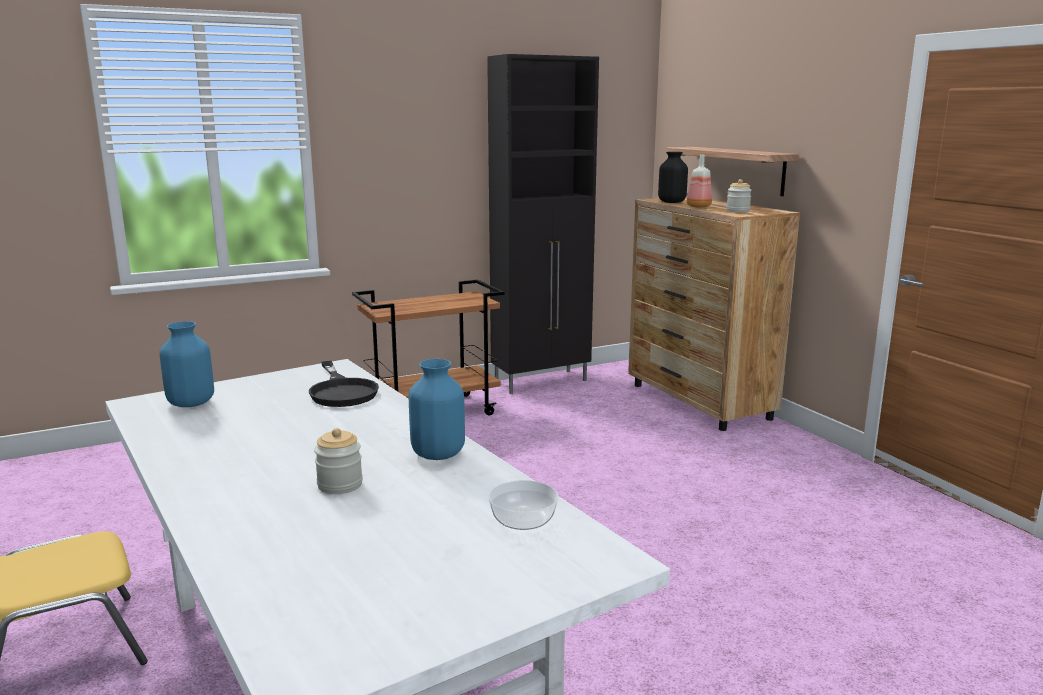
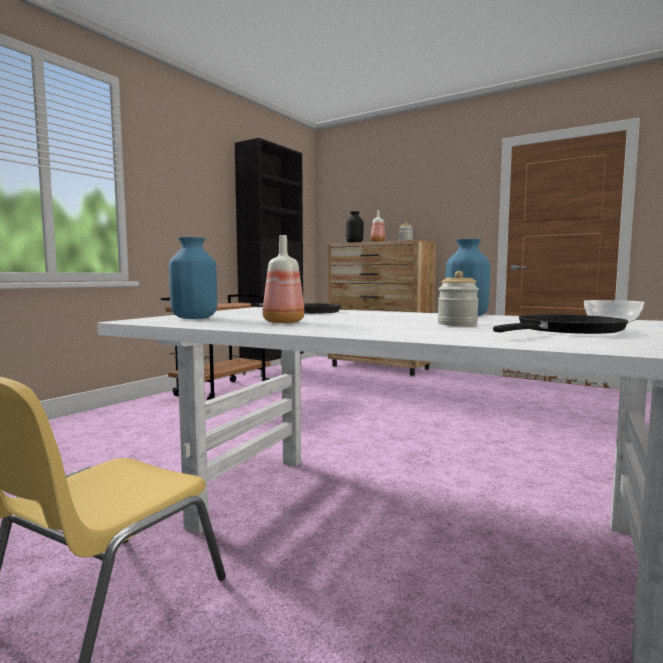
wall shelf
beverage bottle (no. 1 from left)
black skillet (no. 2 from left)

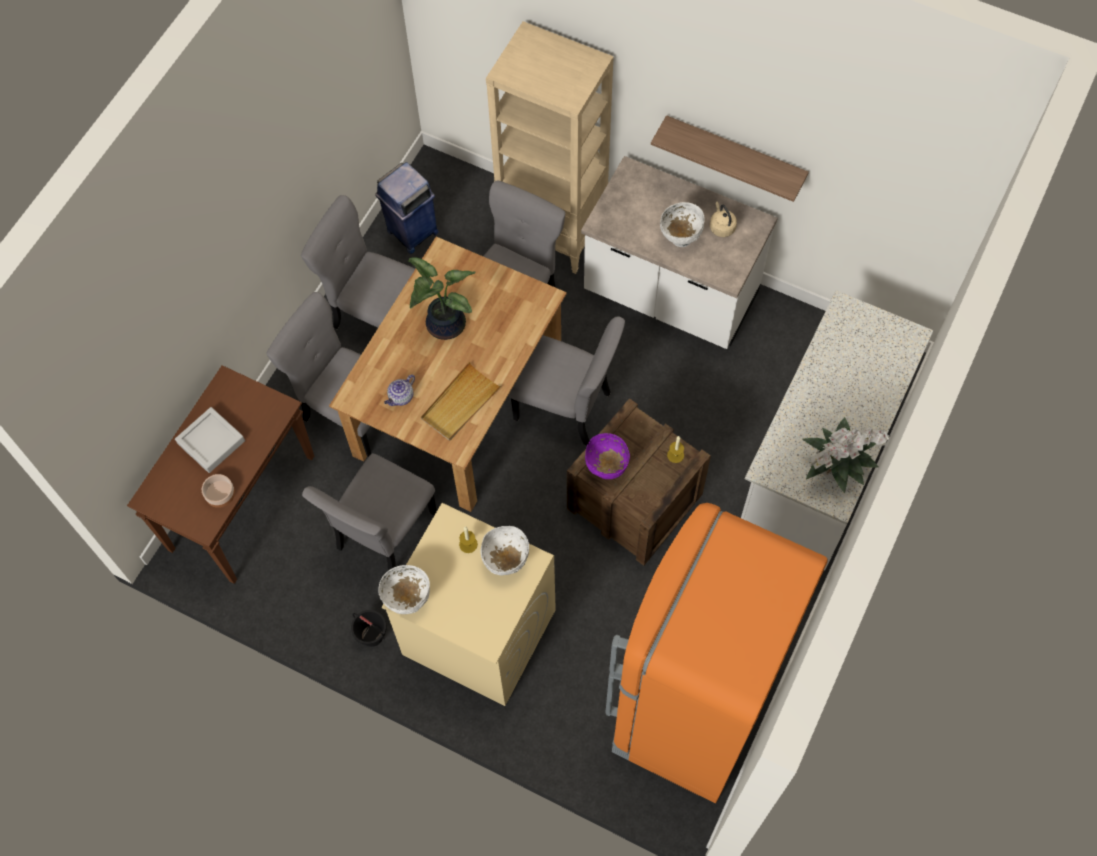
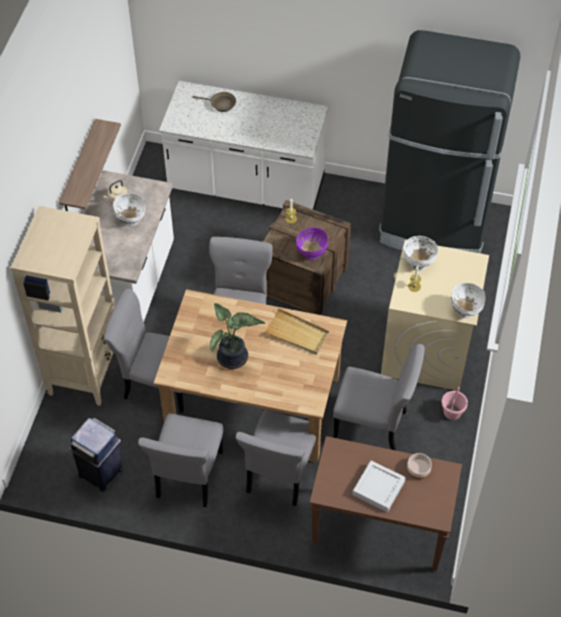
pot for tea
potted plant (no. 2 from left in the first image)
brown-coloured skillet
pink-coloured bucket
black kitchen fridge

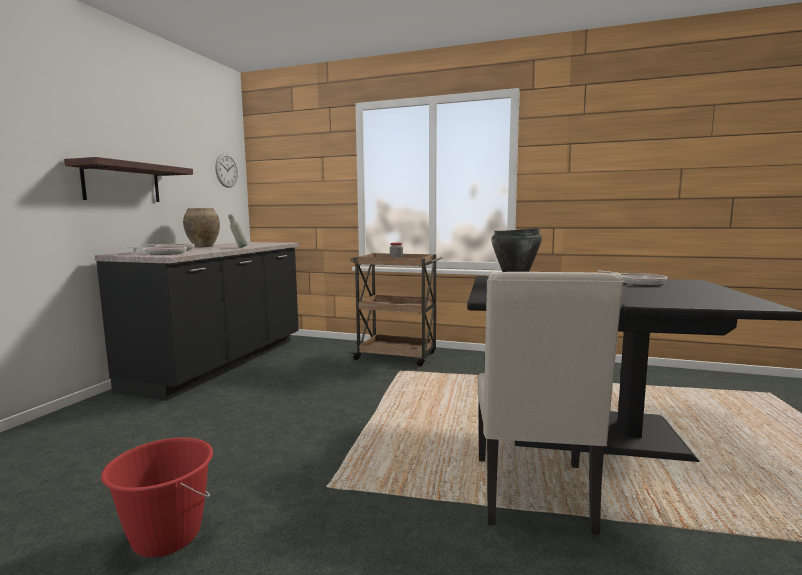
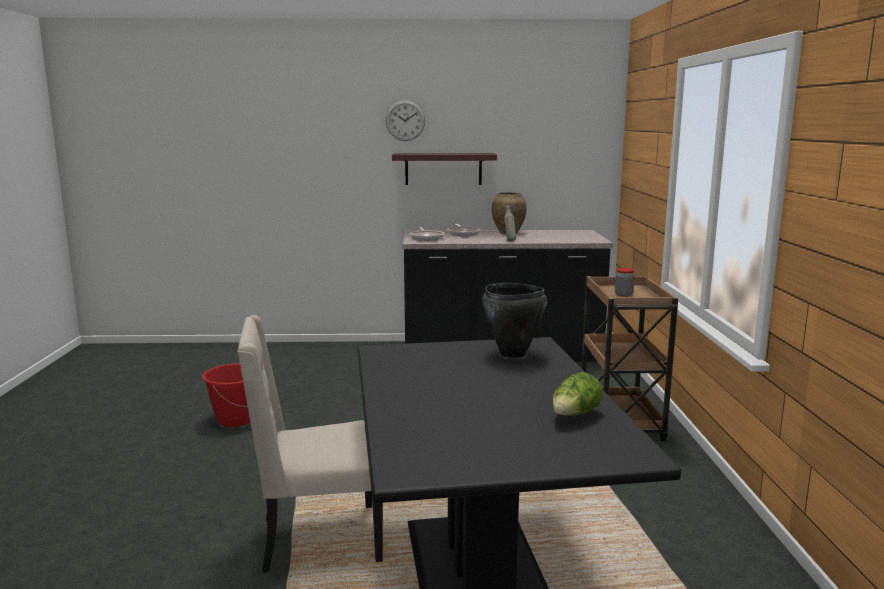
clock on the wall
lettuce

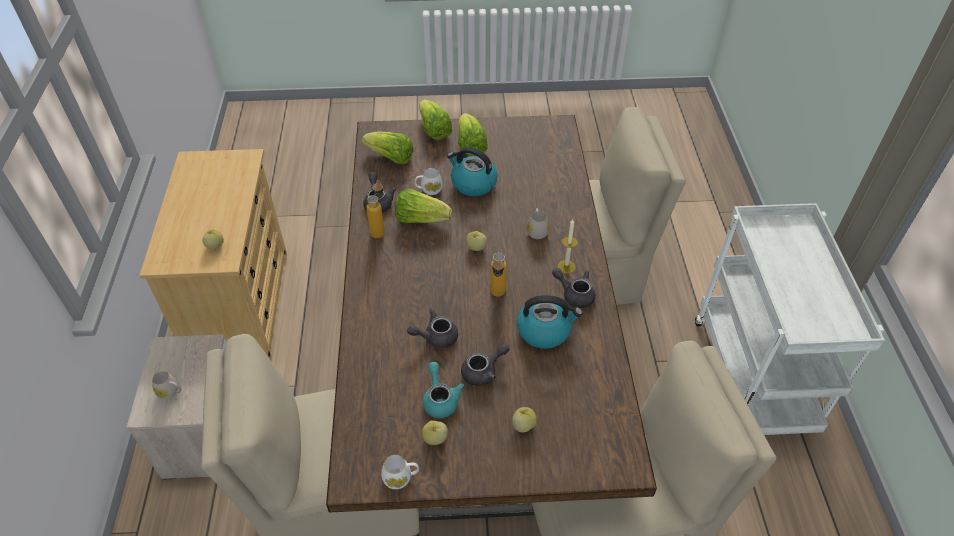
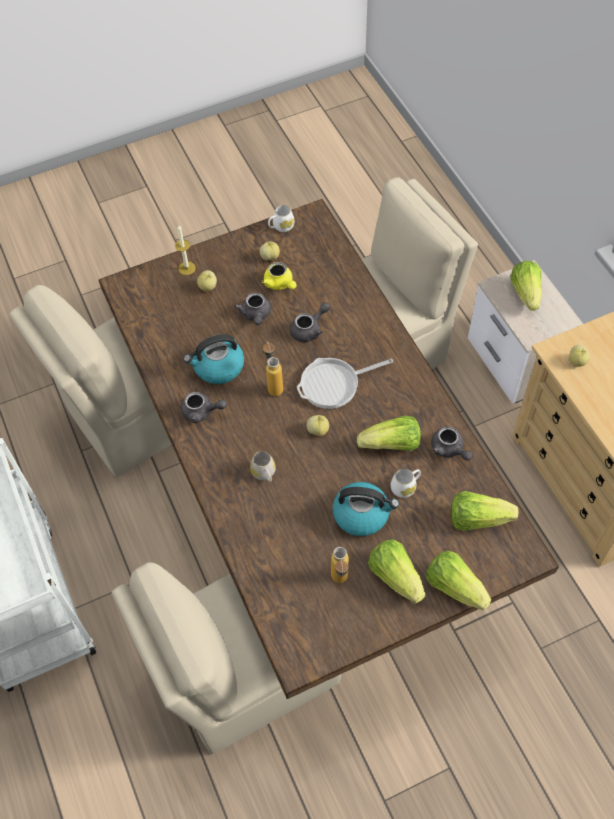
skillet
beverage bottle (no. 2 from left)
candle
lettuce (no. 5 from left)
yellowish pot for tea
grey pot for tea (no. 2 from left)

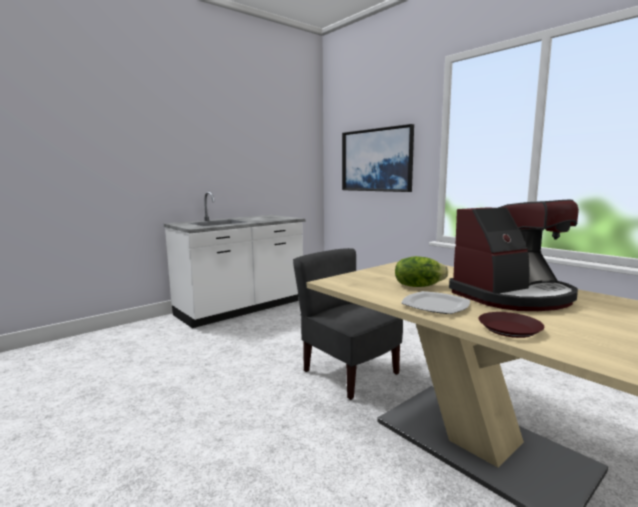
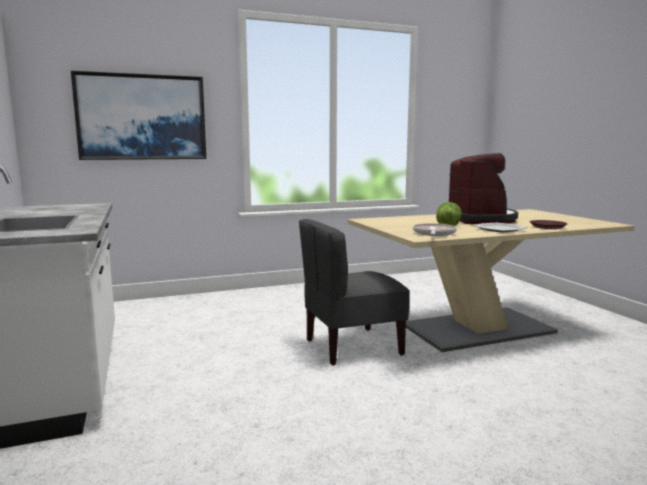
skillet

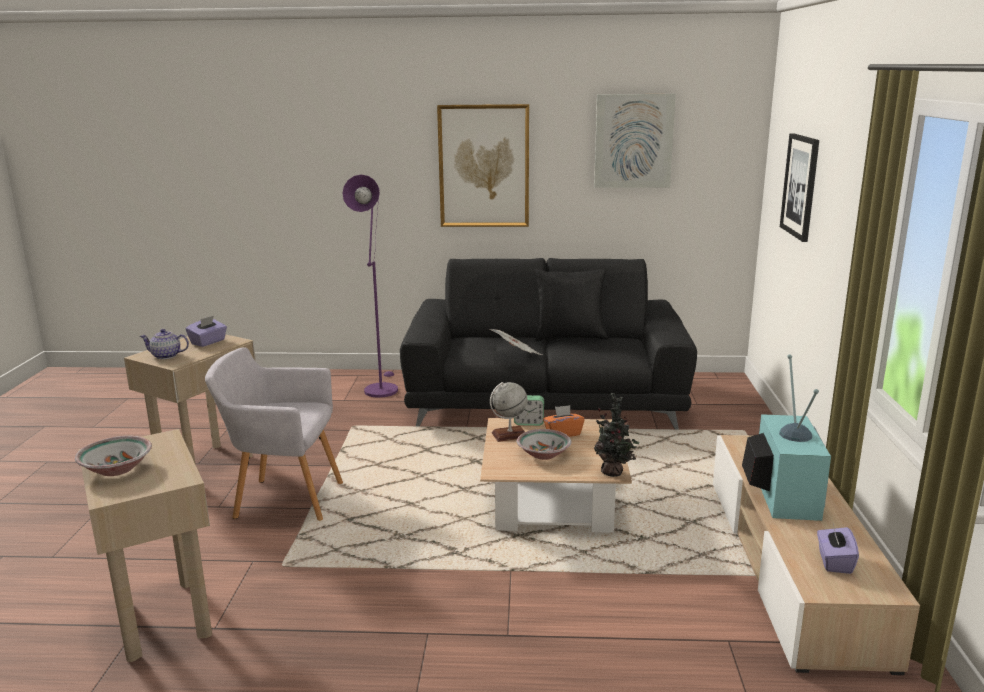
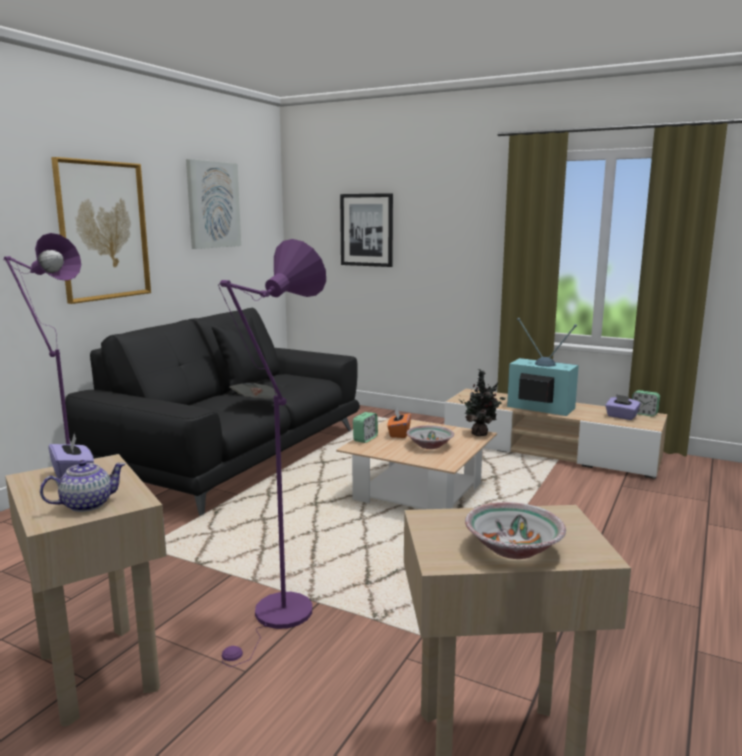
globe
bedside clock (no. 2 from left)
purplish standing lamp (no. 2 from left)
pot for tea

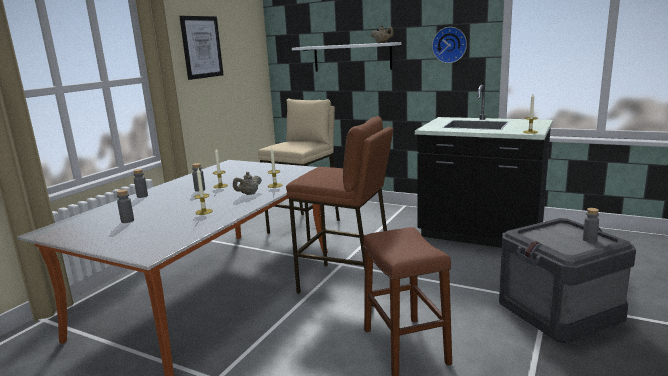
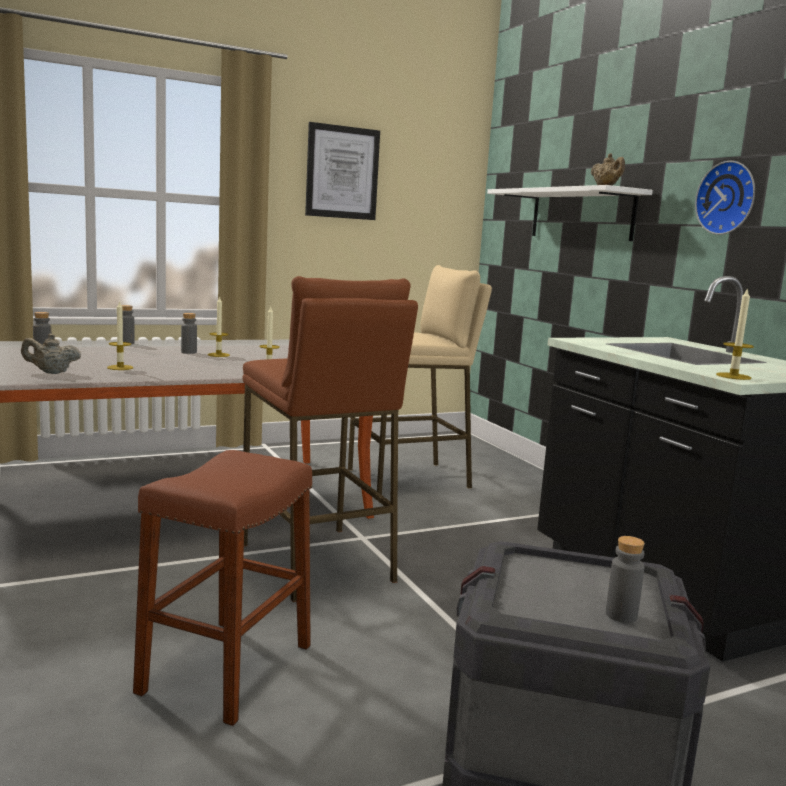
beige-coloured pot for tea (no. 1 from left)

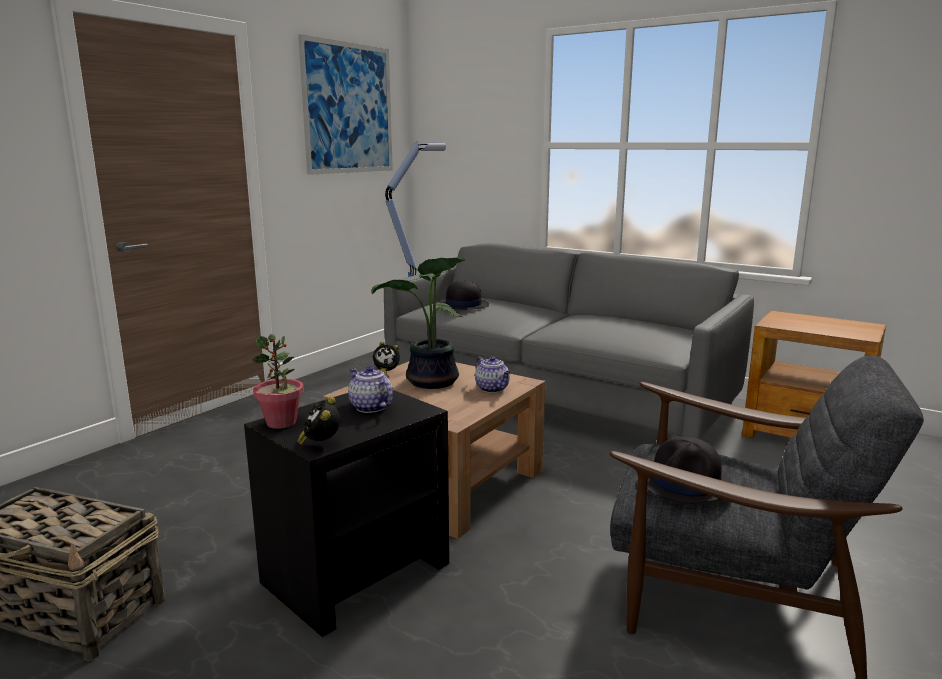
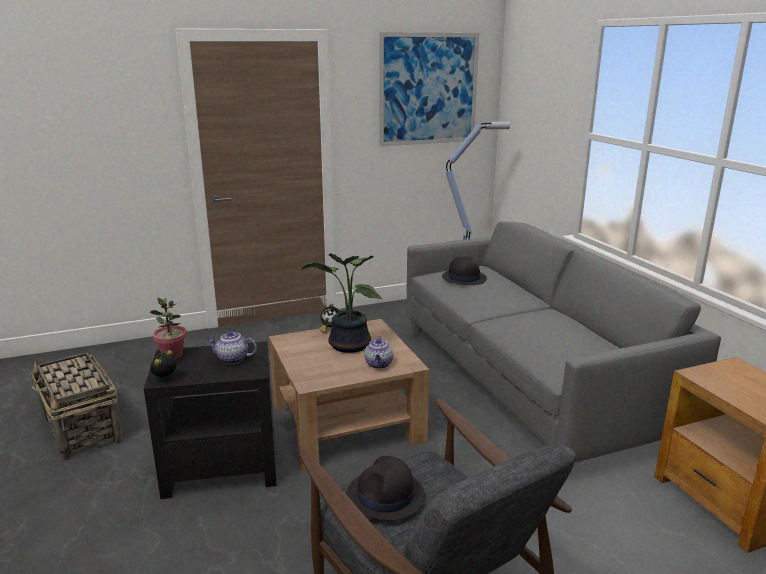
pot for tea (no. 1 from left)

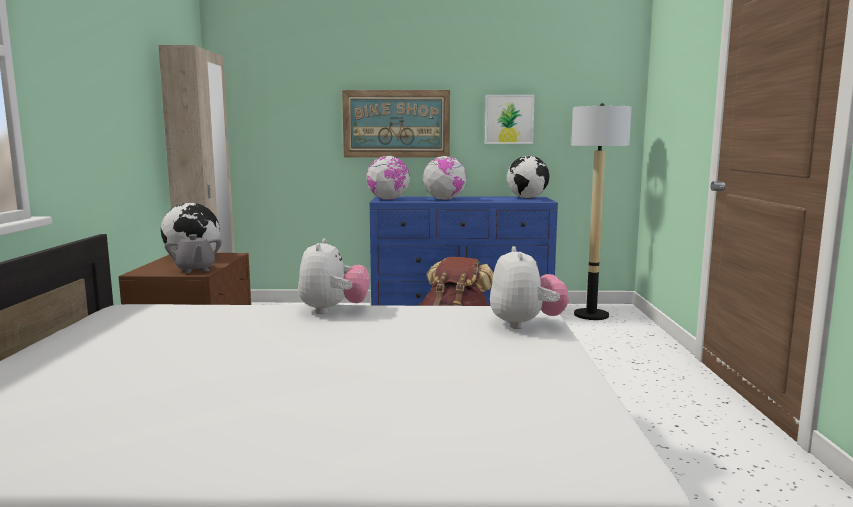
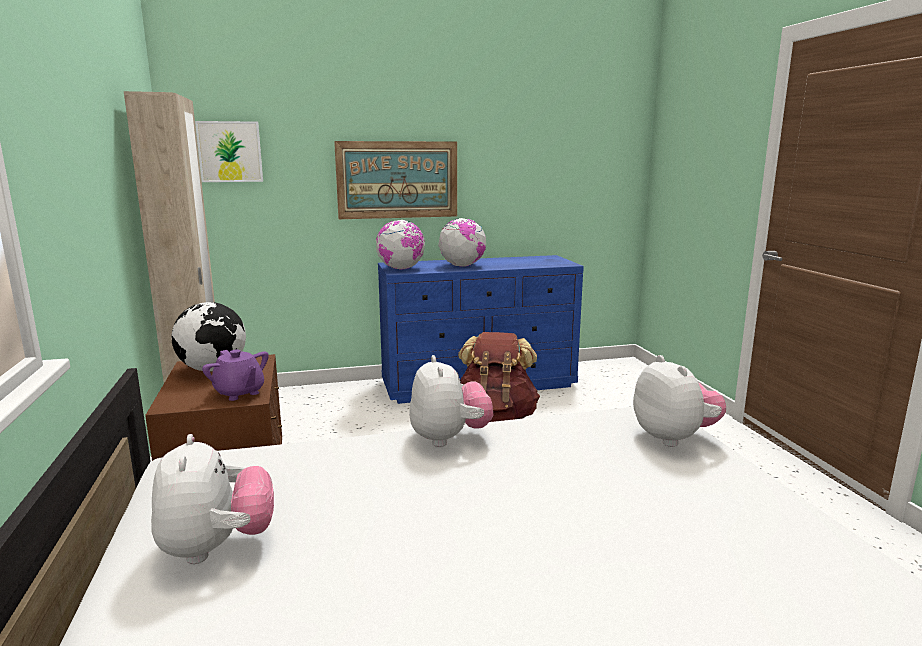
globe (no. 4 from left in the first image)
standing lamp
plush toy (no. 1 from left)
wall picture (no. 1 from left)
purplish pot for tea

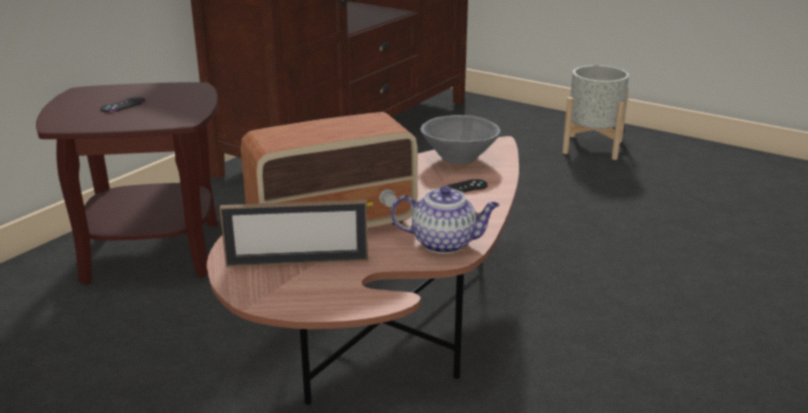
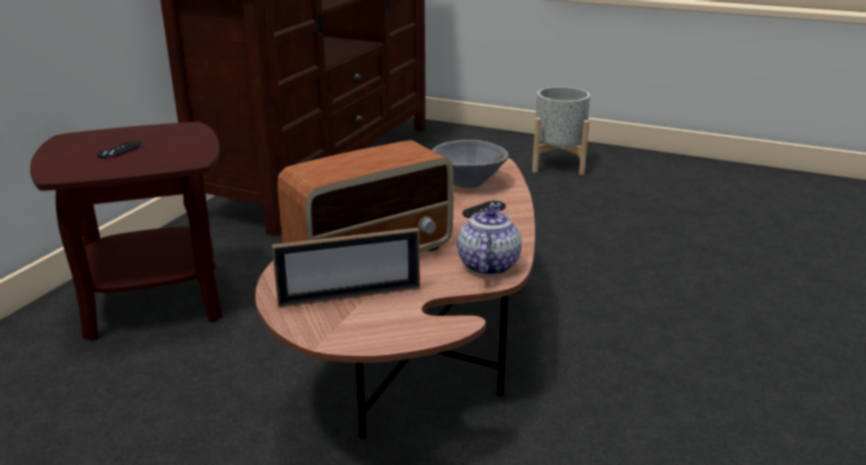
pot for tea

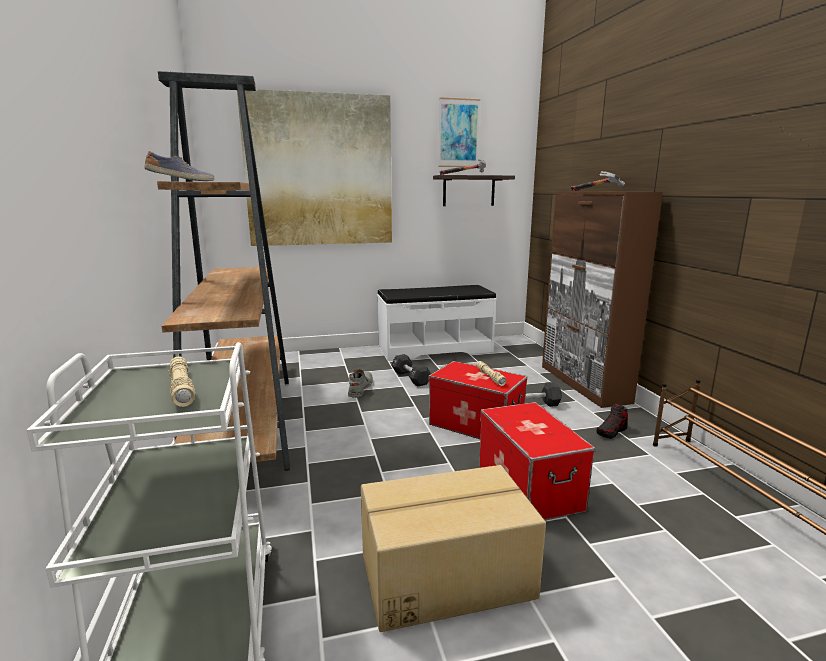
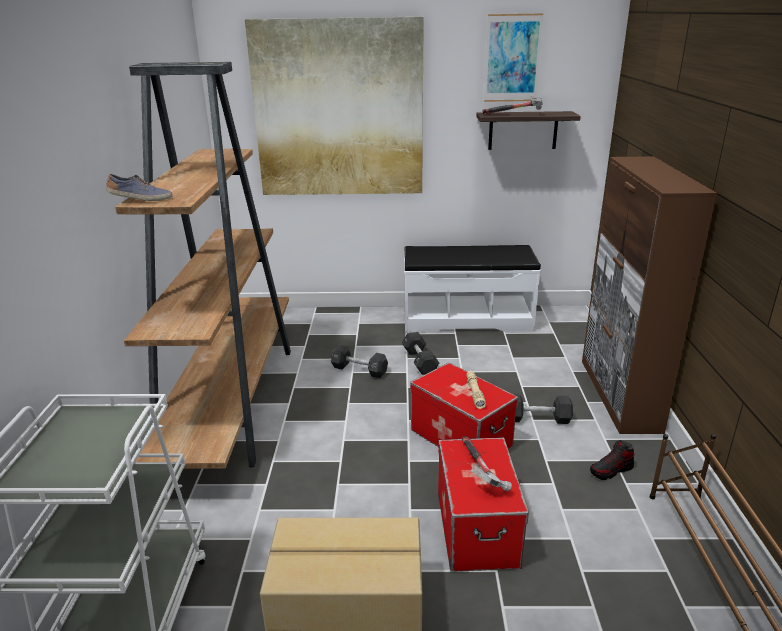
beige-coloured hand torch (no. 1 from left in the first image)
tool hammer (no. 1 from left)
black hand weight (no. 1 from left)

